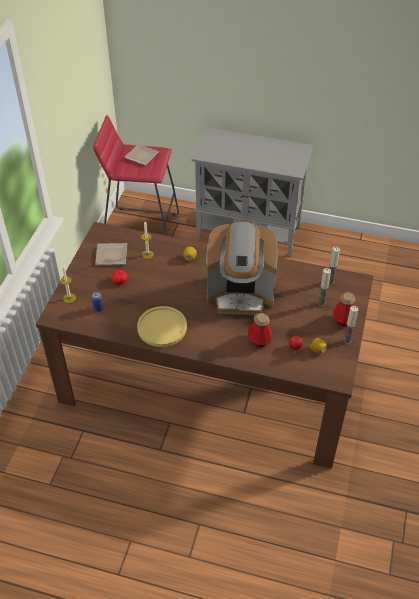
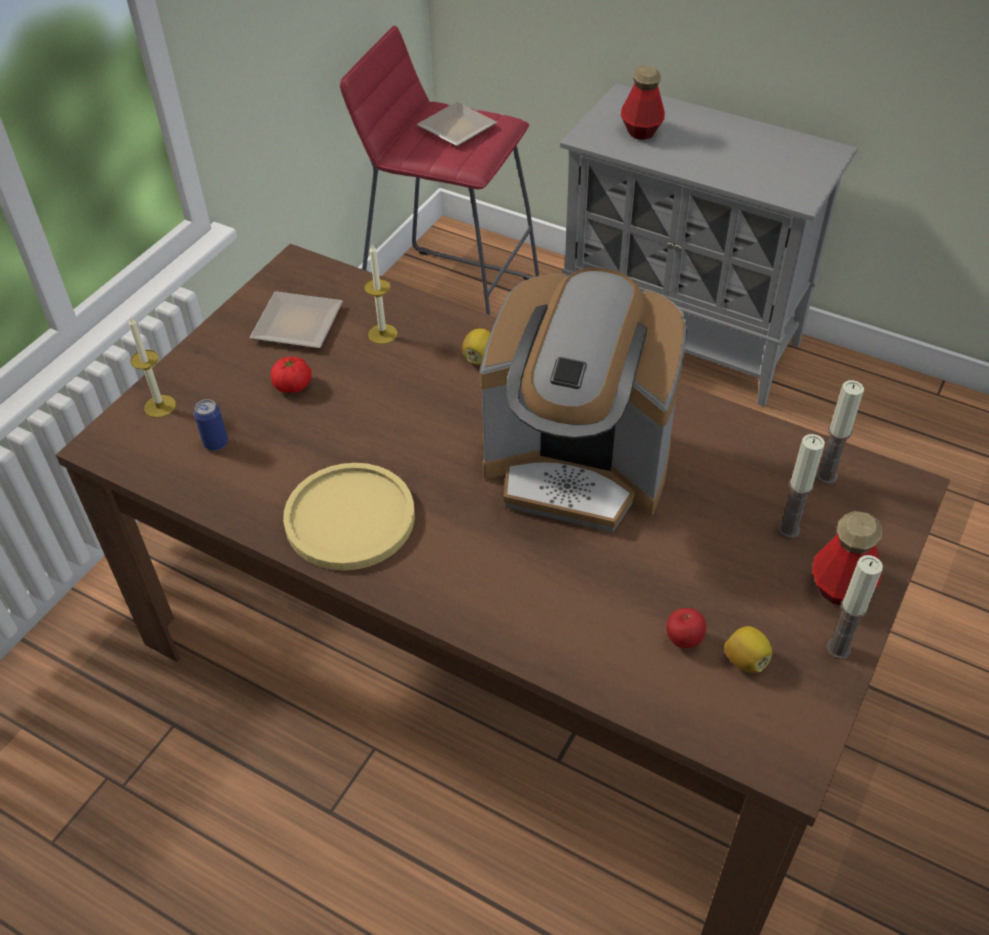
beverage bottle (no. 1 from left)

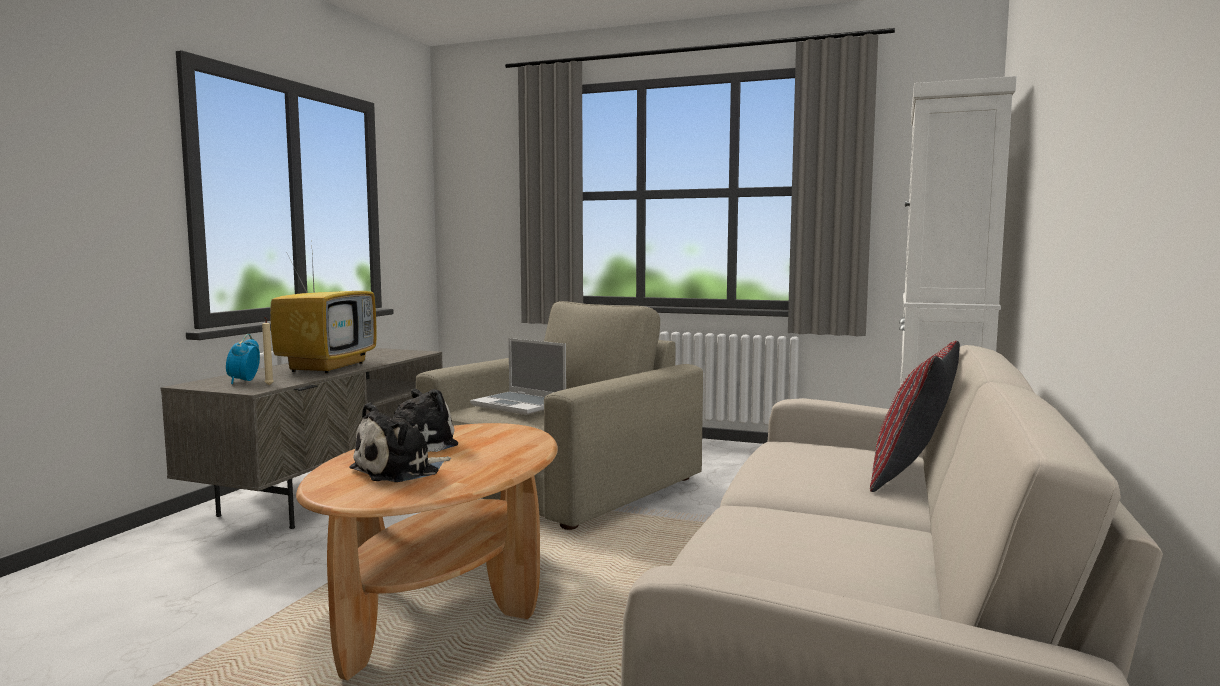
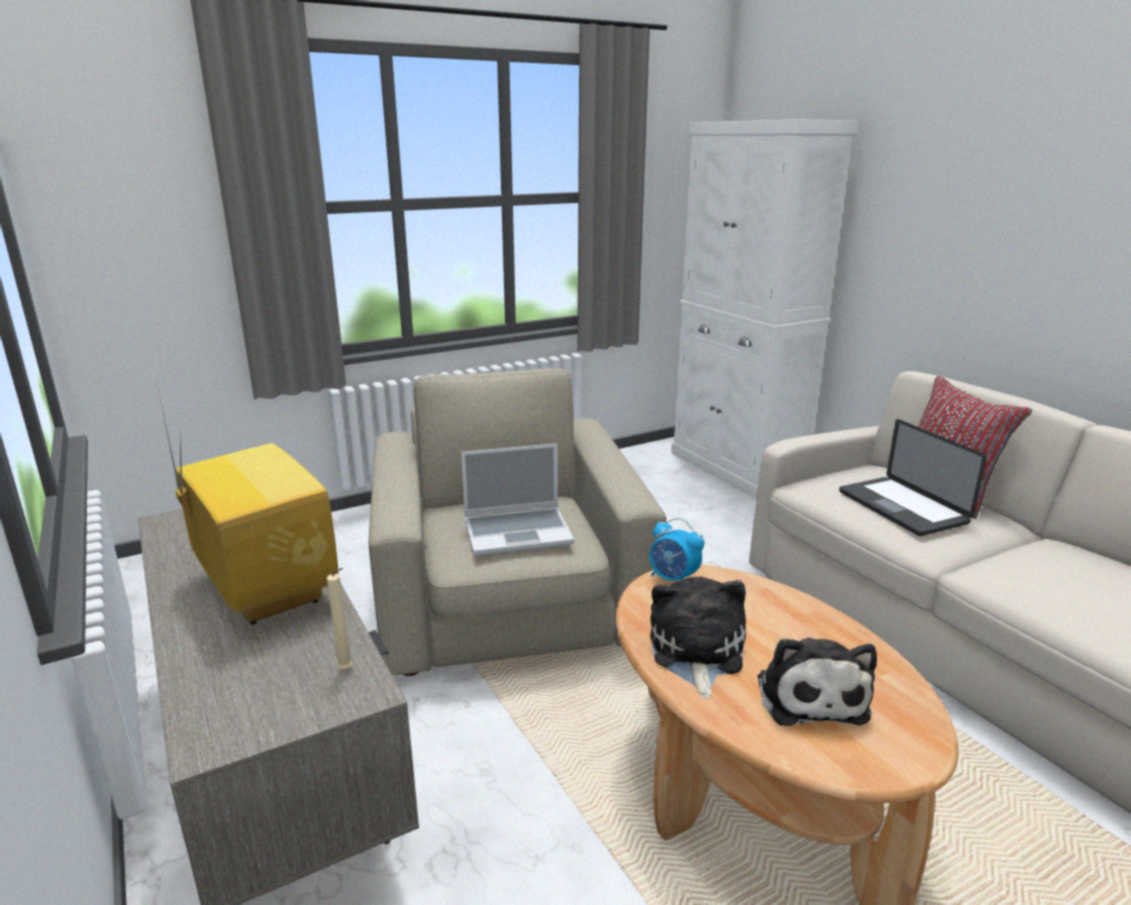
notebook computer (no. 2 from left)
bedside clock

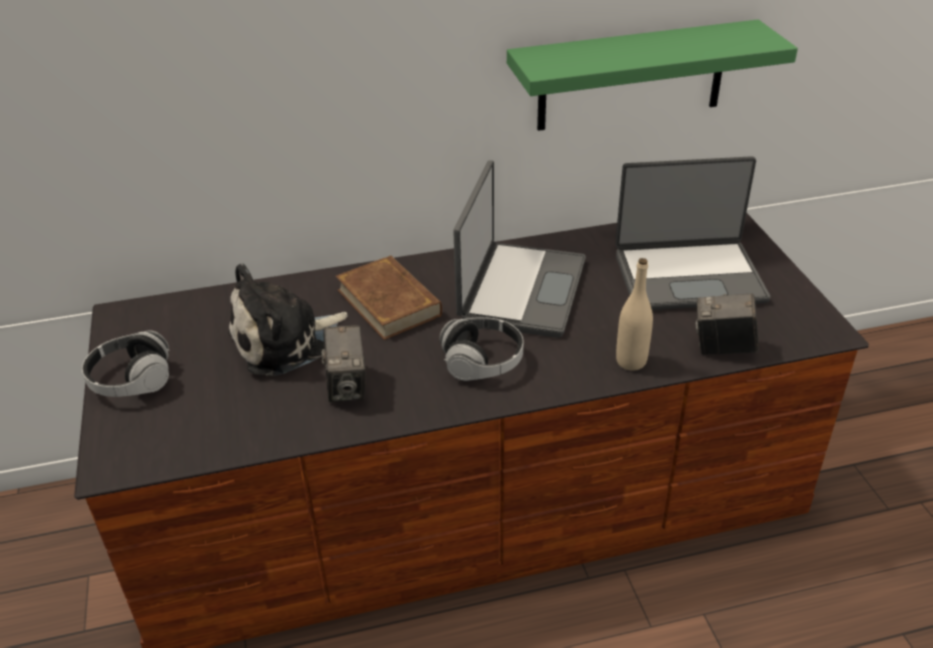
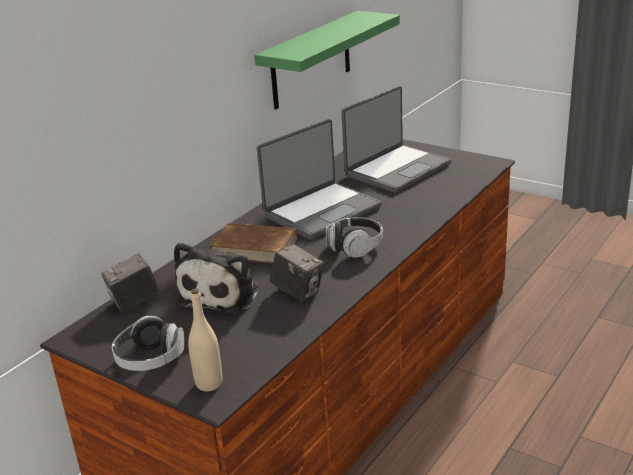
beige-coloured beverage bottle
photo camera (no. 1 from left)
notebook computer (no. 1 from left)

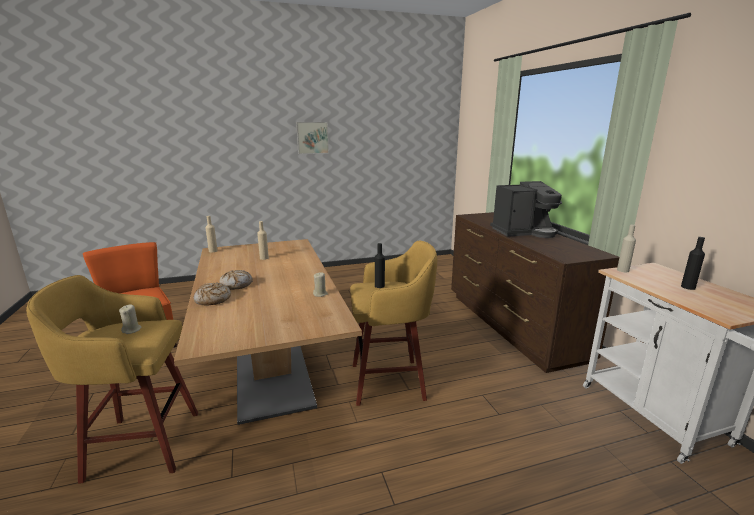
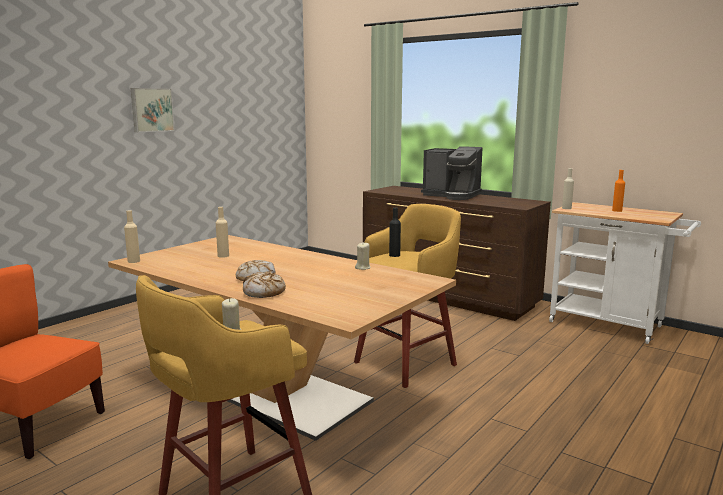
orange beverage bottle
coffee brewer

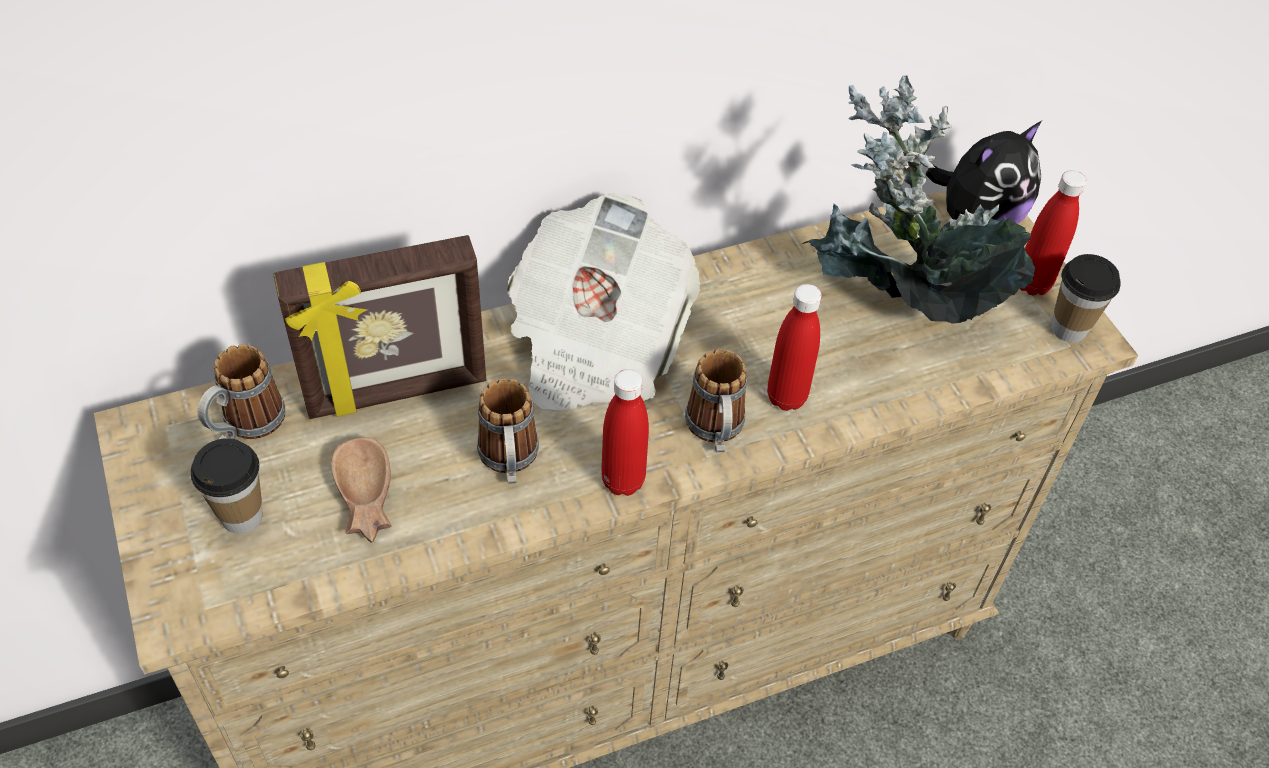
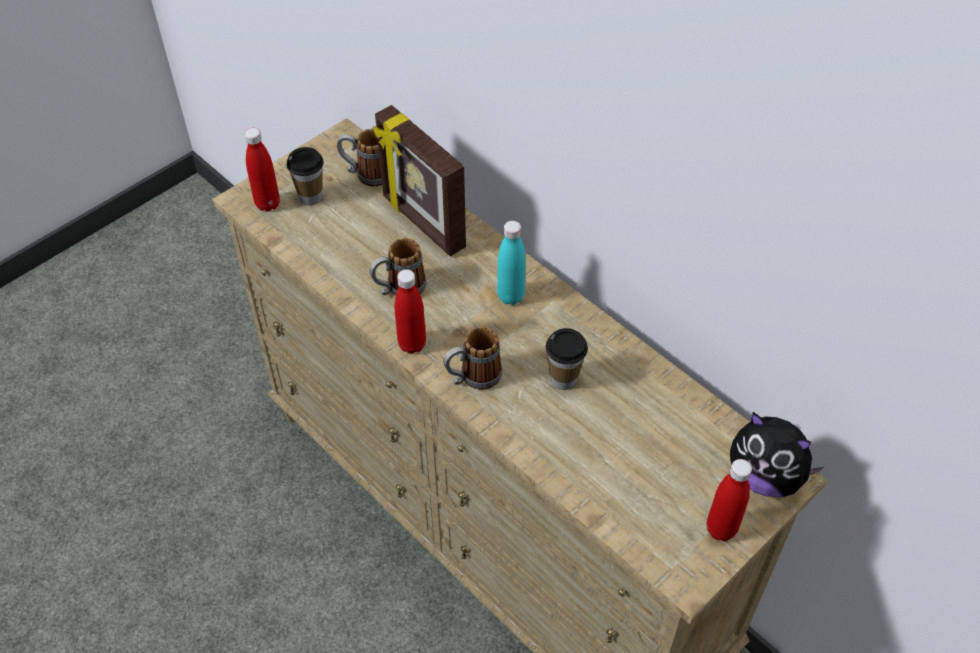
brown-coloured deep dish
potted plant
reddish beverage bottle (no. 1 from left)
cup (no. 2 from left)
turquoise-coloured beverage bottle

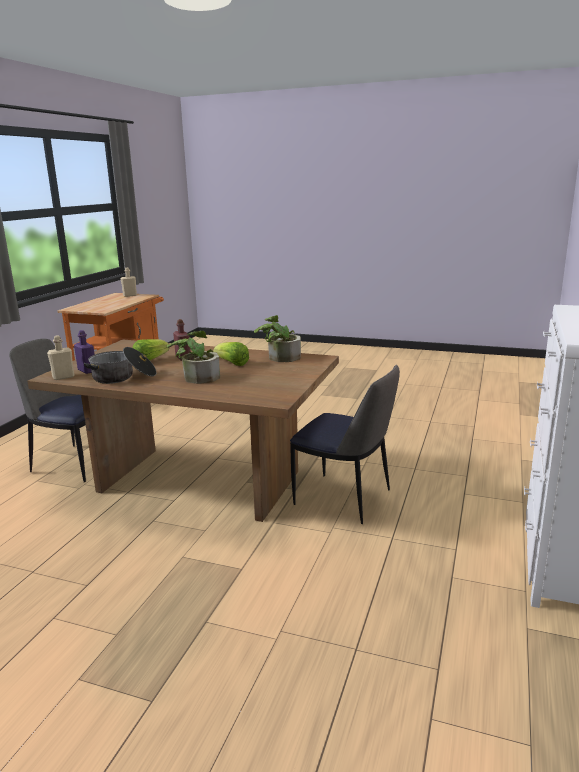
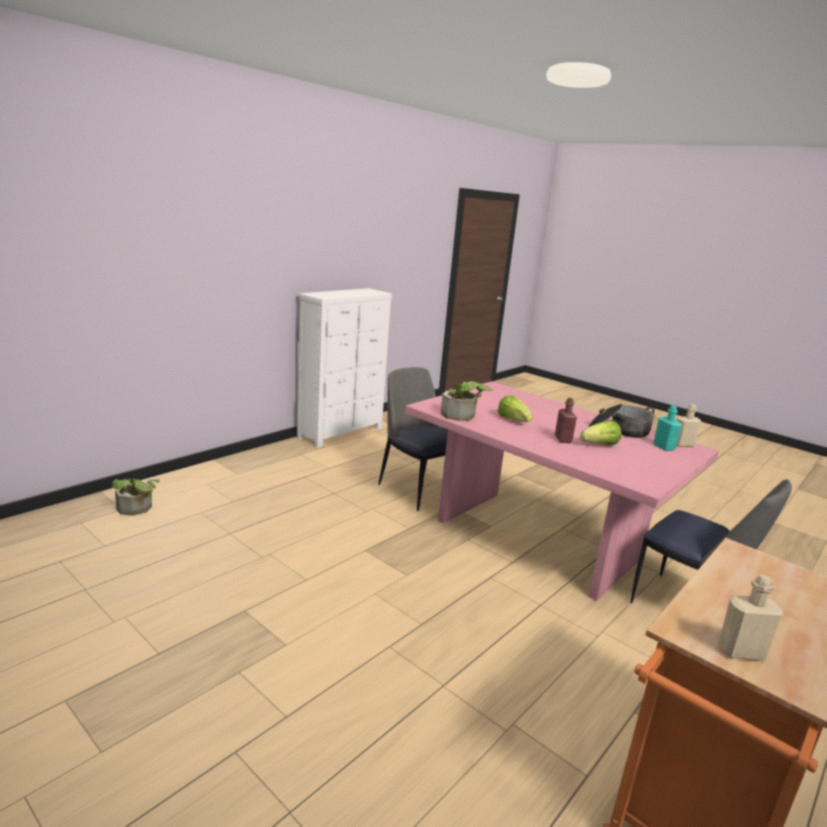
potted plant (no. 1 from left)
pink-coloured dinner table
turquoise-coloured beverage bottle

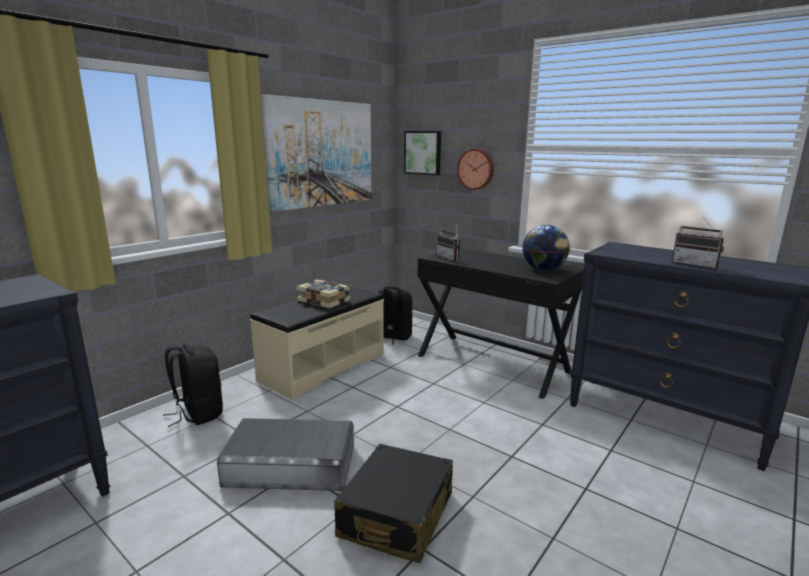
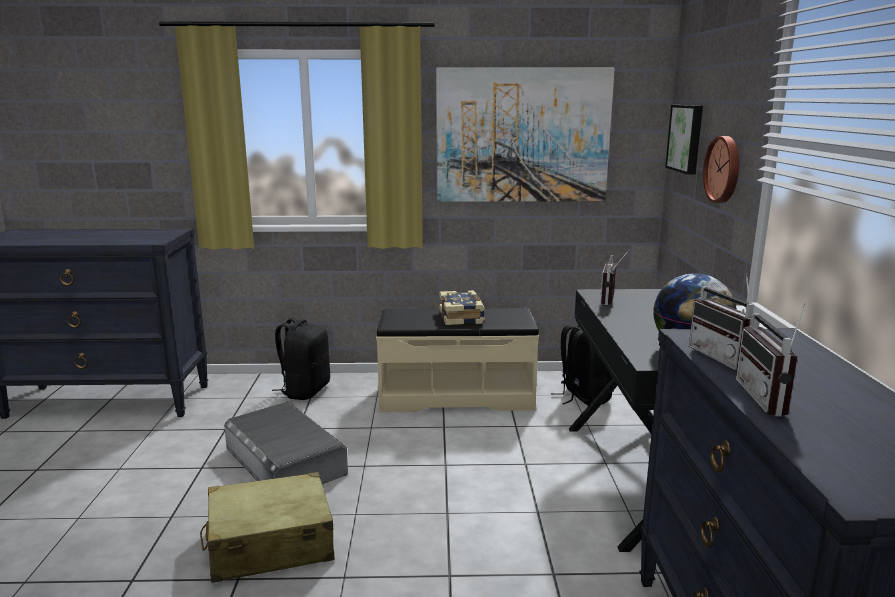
radio (no. 2 from left)
beige-coloured travel case

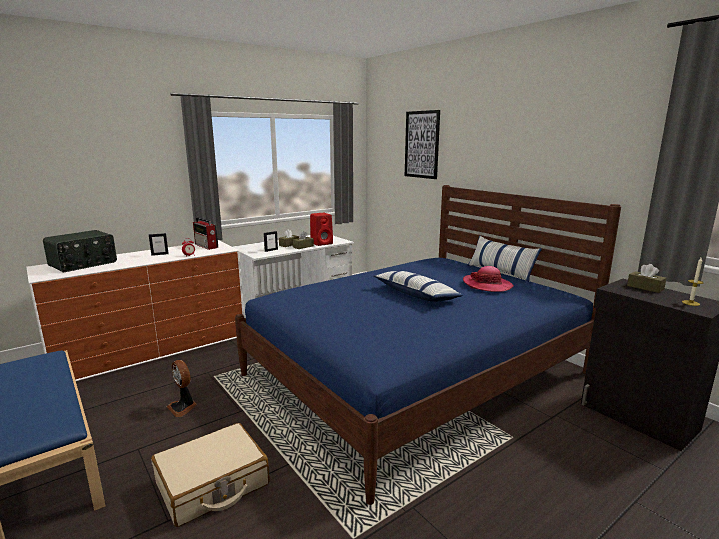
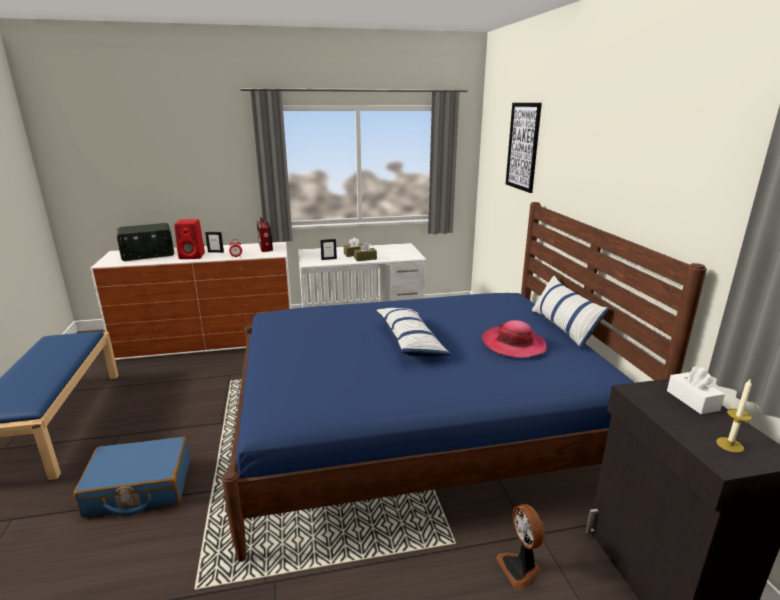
fan
reddish loudspeaker
blue-coloured travel case
white-coloured box of tissues

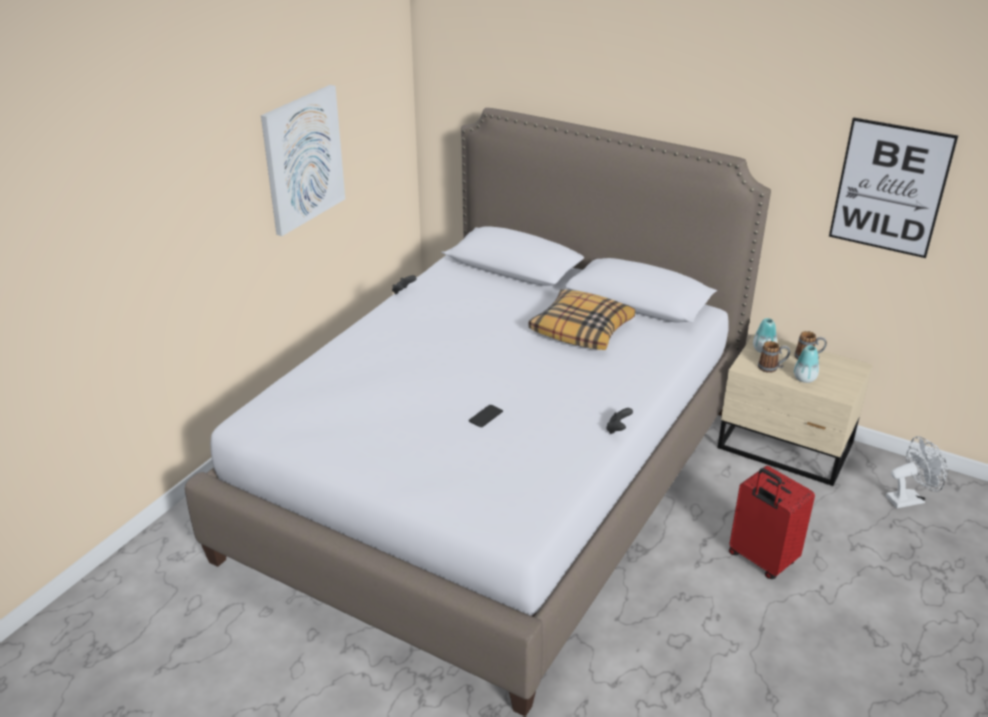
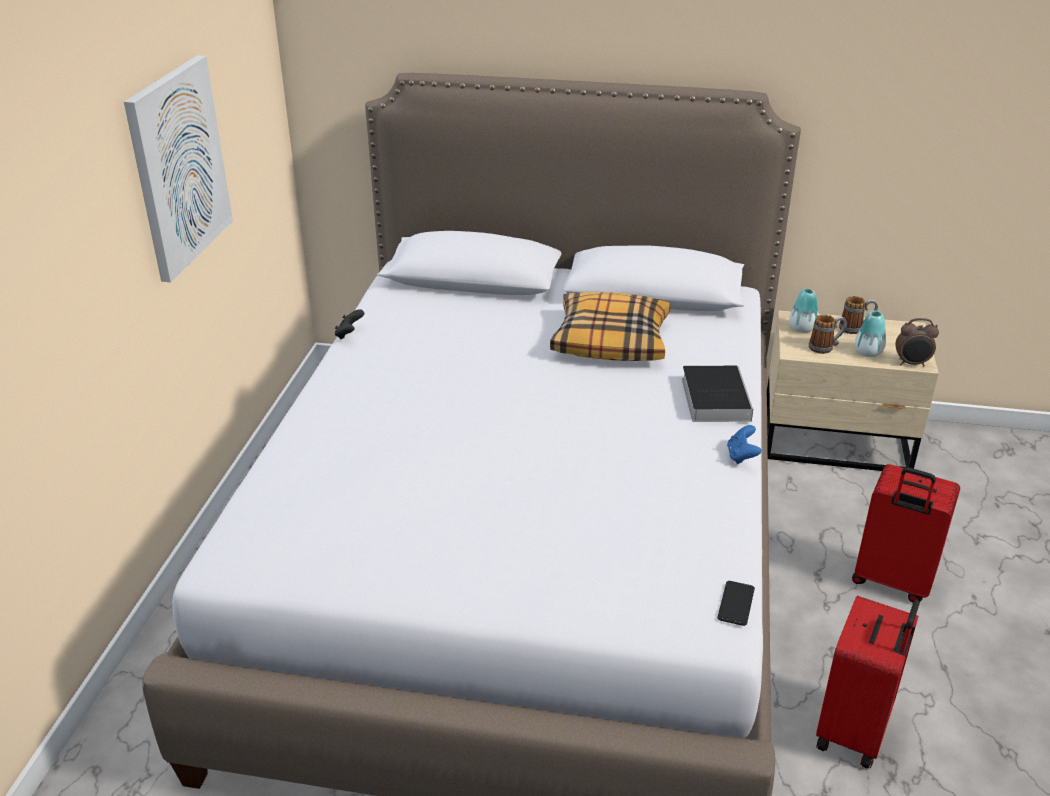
wall picture (no. 2 from left in the first image)
white-coloured fan
bound book
reddish travel case (no. 1 from left)
bedside clock
phone
blue-coloured joypad

